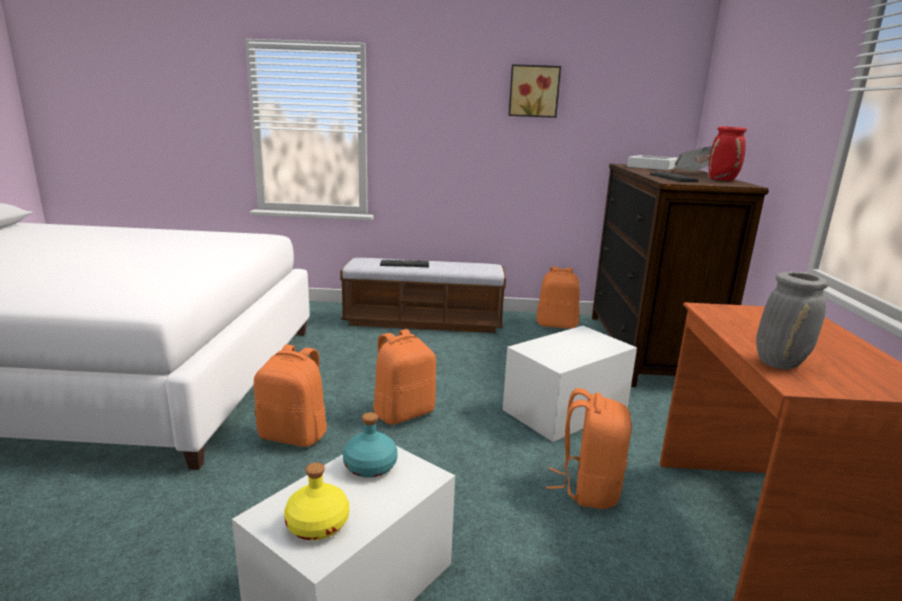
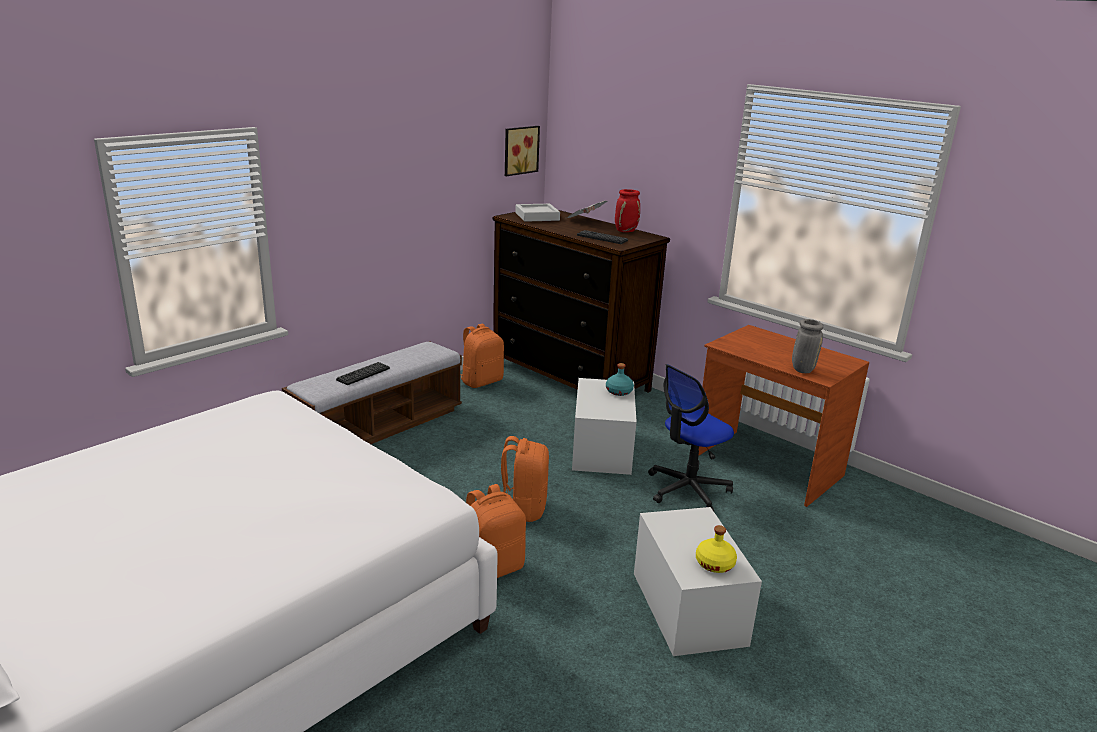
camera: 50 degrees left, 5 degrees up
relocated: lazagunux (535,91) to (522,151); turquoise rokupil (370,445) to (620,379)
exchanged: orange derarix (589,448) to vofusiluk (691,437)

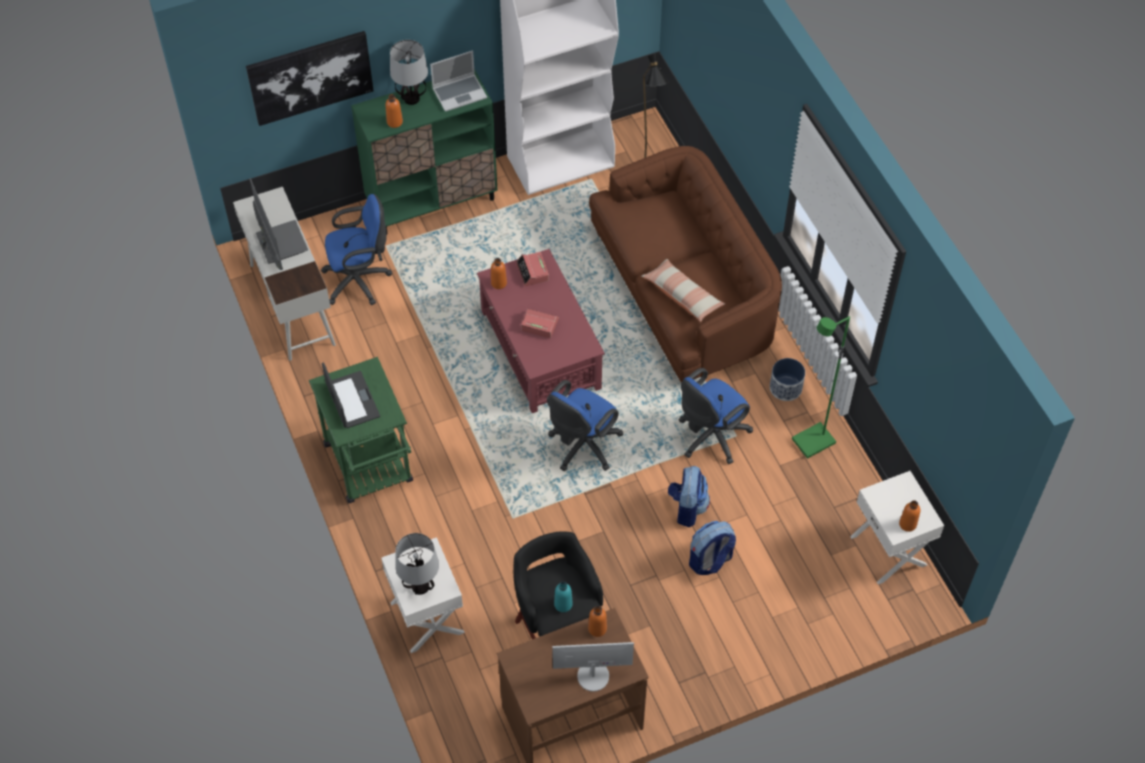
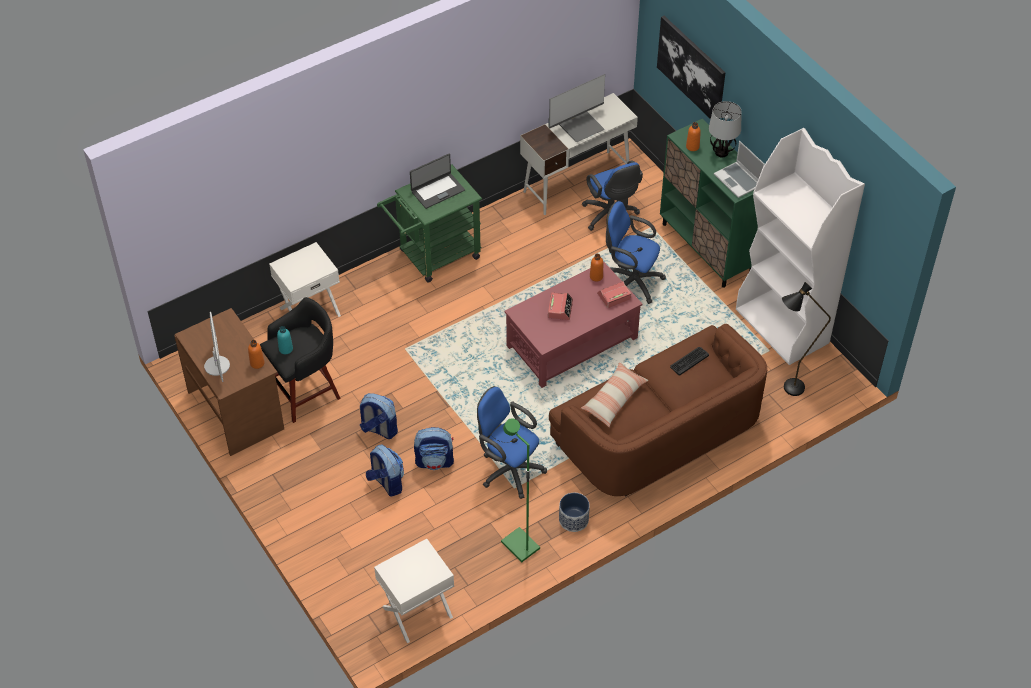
camera: 80 degrees right, 5 degrees down
missing: orange rokupil (909,516); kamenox (417,564)
appeared: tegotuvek (689,361); derarix (378,416)
relocated: blue vofusiluk (585,425) to (636,252)

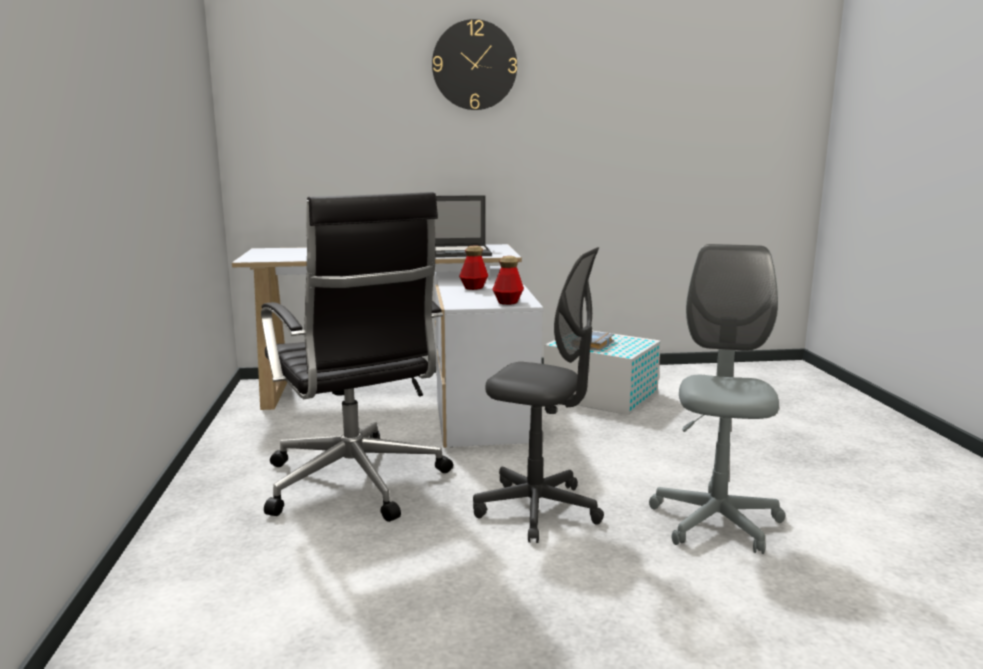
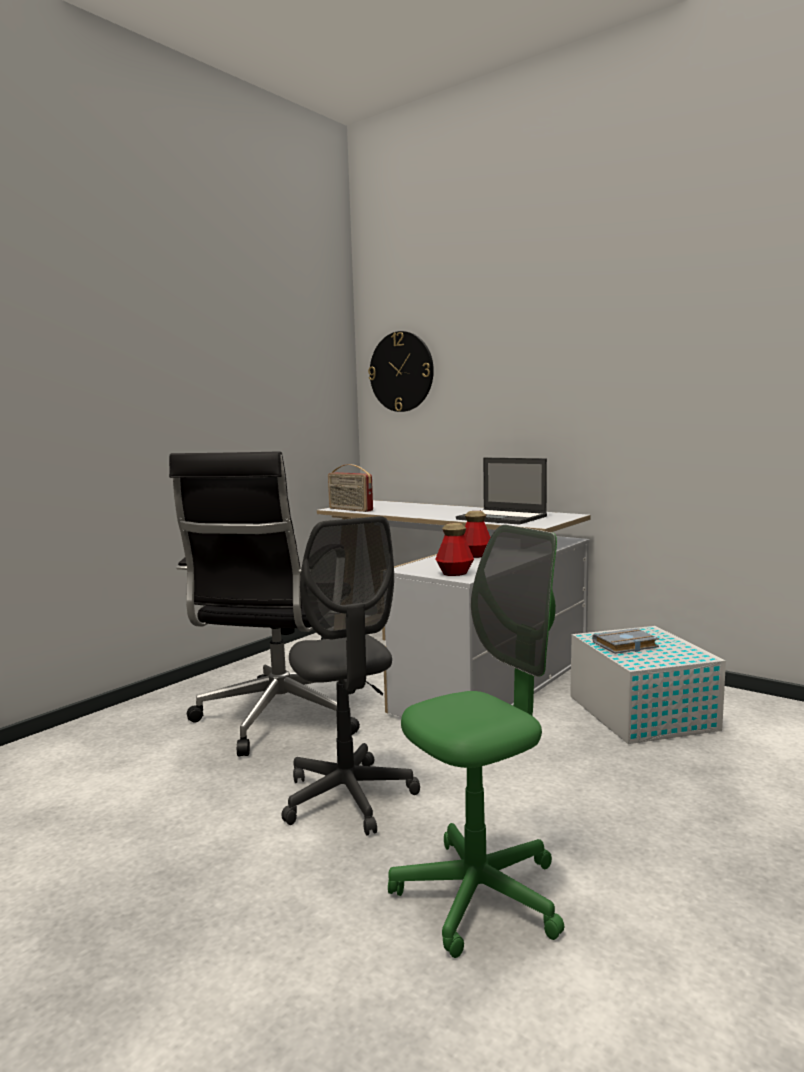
camera: 45 degrees right, 5 degrees down
appeared: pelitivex (350,488)
relocated: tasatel (474,64) to (401,371)
colour: grey vofusiluk (717,399) to green vofusiluk (476,741)

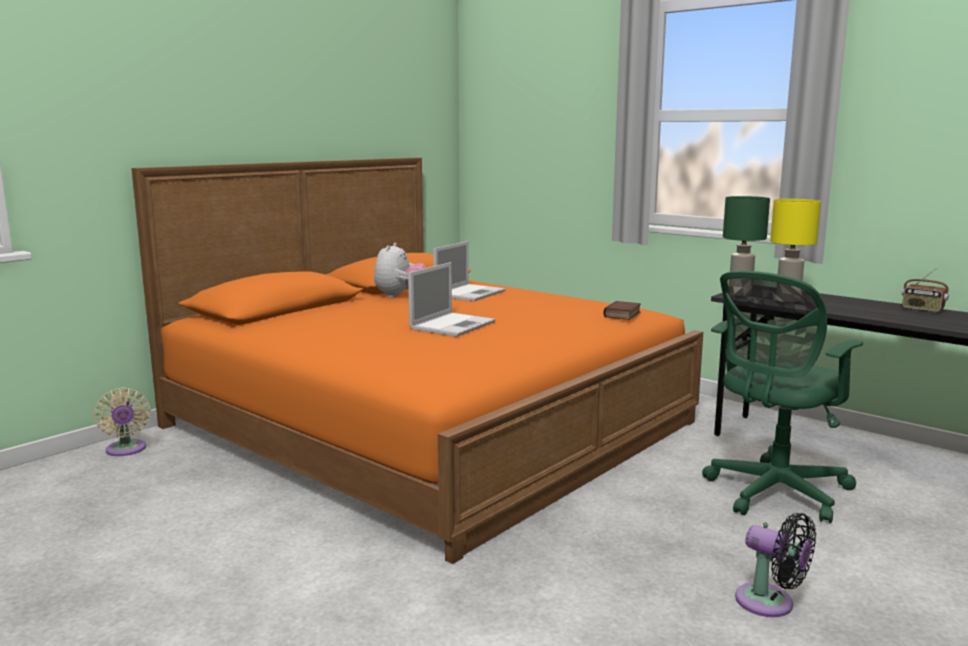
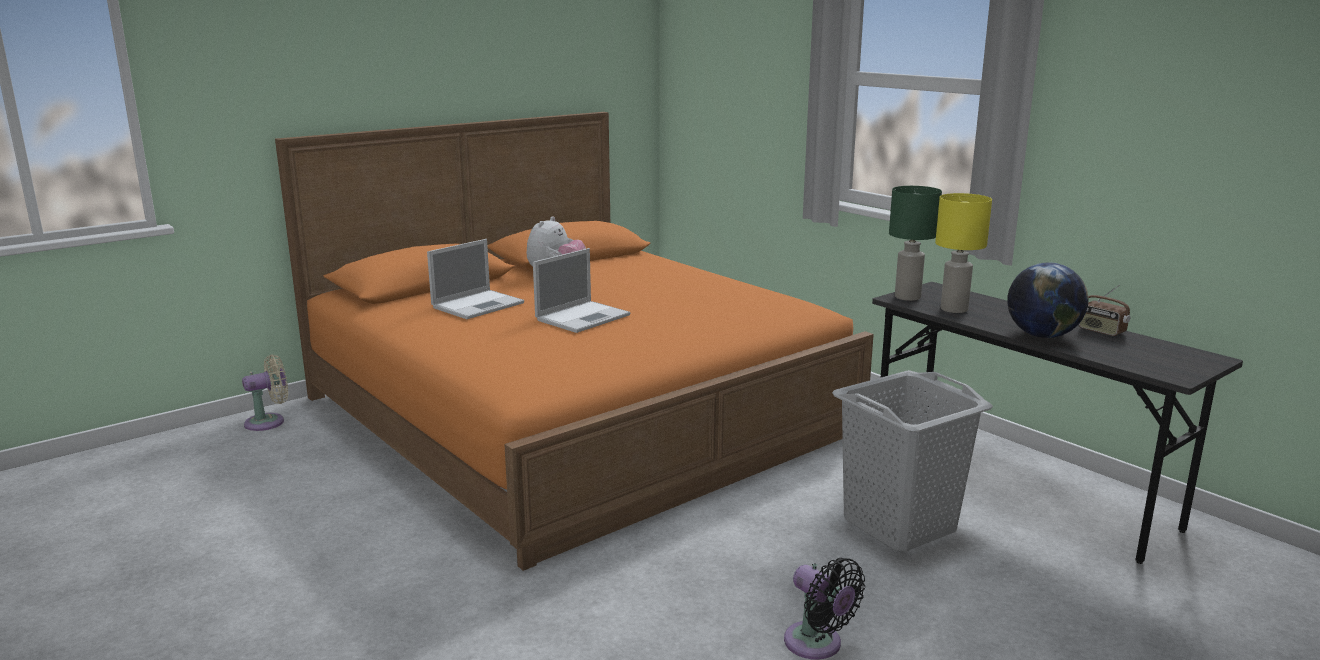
camera: 10 degrees right, 5 degrees up
missing: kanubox (622,310)
appeared: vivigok (1048,300)
relocated: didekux (469,271) to (475,279)
exchanged: green vofusiluk (782,397) to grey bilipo (912,461)
spun: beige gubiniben (122,421) = (265,392) 105 degrees counterclockwise

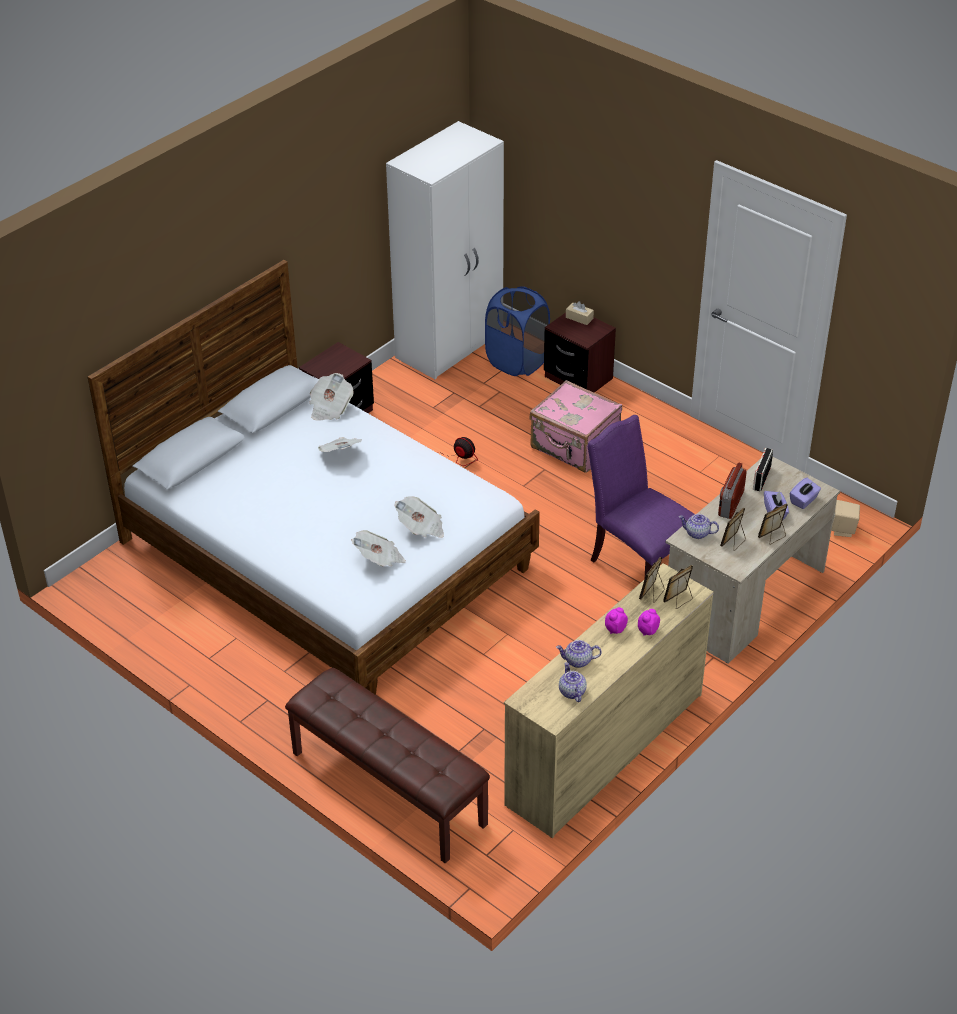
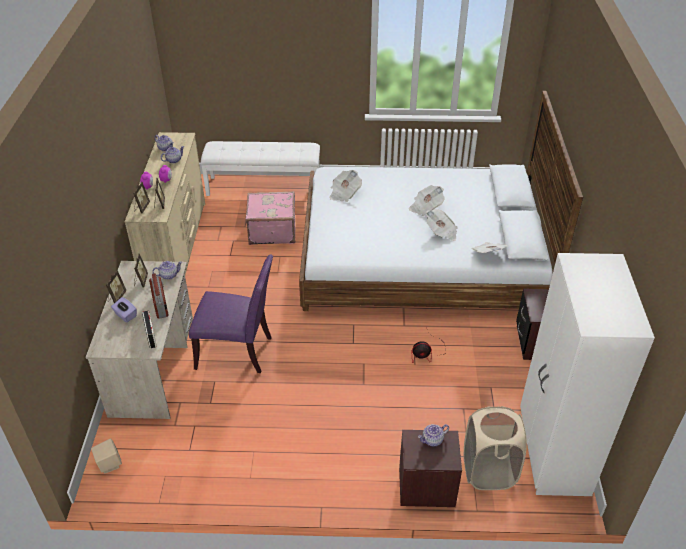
camera: 140 degrees right, 0 degrees up
missing: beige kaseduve (580,313); purple kaseduve (805,493)
appeared: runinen (433,435)
relocated: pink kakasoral (575,426) to (270,218); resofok (419,517) to (427,200)
colour: blue bilipo (517,331) to beige bilipo (495,448); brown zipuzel (387,765) to white zipuzel (260,168)

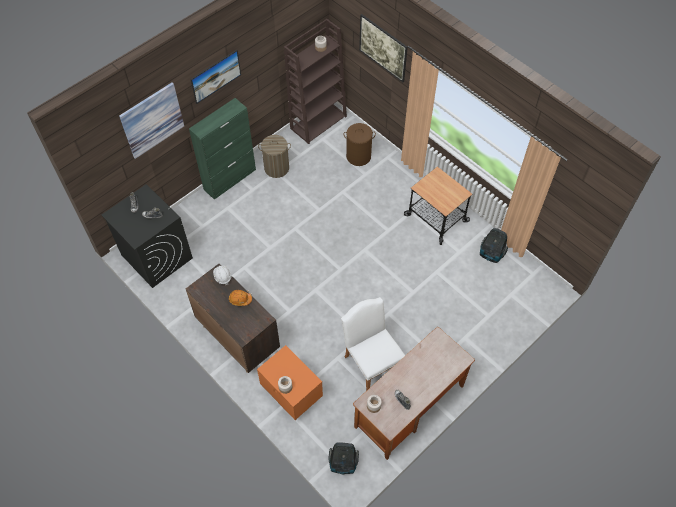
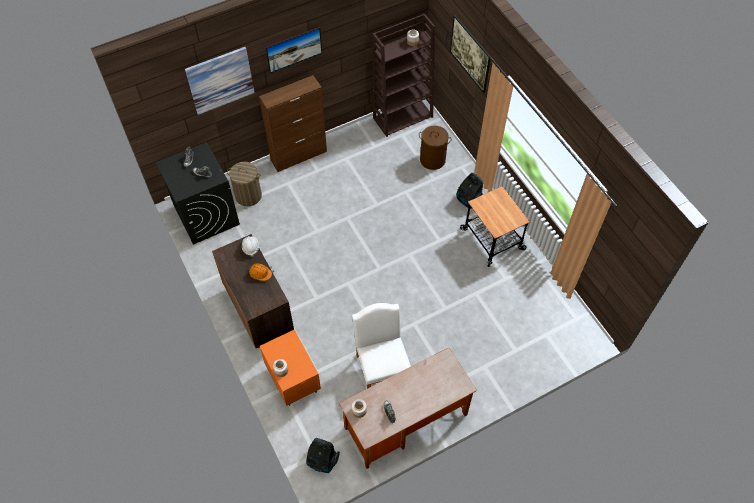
camera: 15 degrees right, 0 degrees up
relocated: bilipo (274,156) to (244,184); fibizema (494,245) to (470,191)
colour: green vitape (222,149) to brown vitape (293,123)

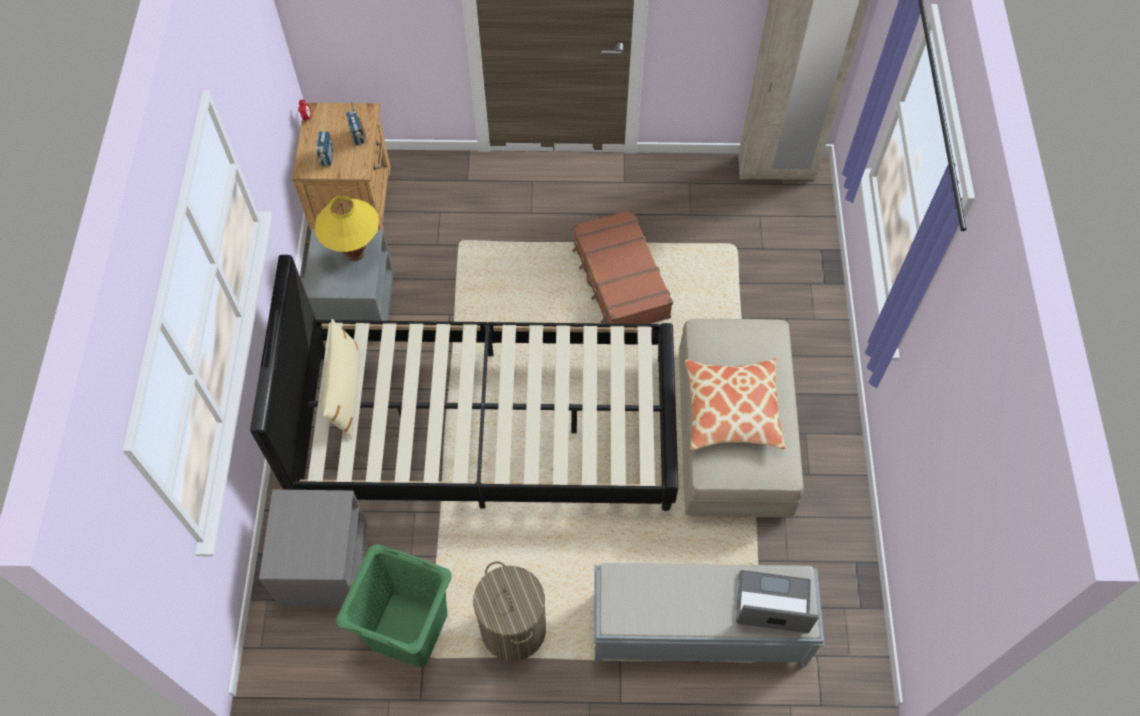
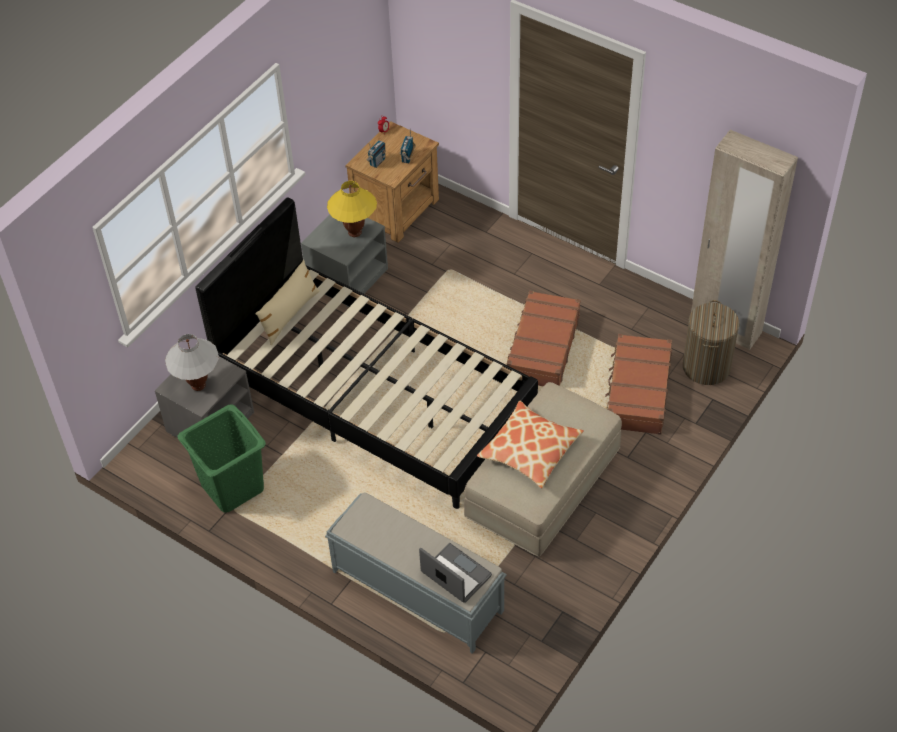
camera: 35 degrees right, 10 degrees down
appeared: white kamenox (192,362); brown kakasoral (638,384)
relocated: bilipo (509,611) to (711,342)

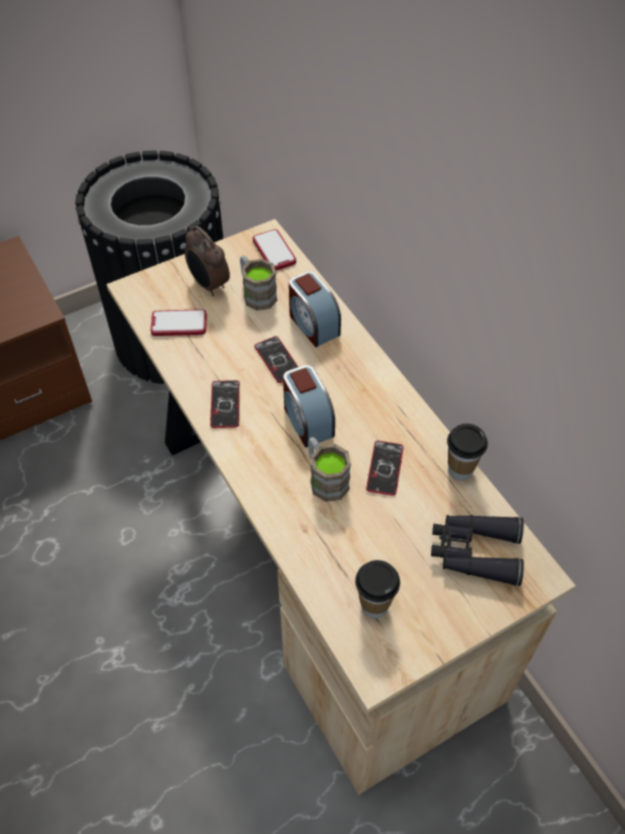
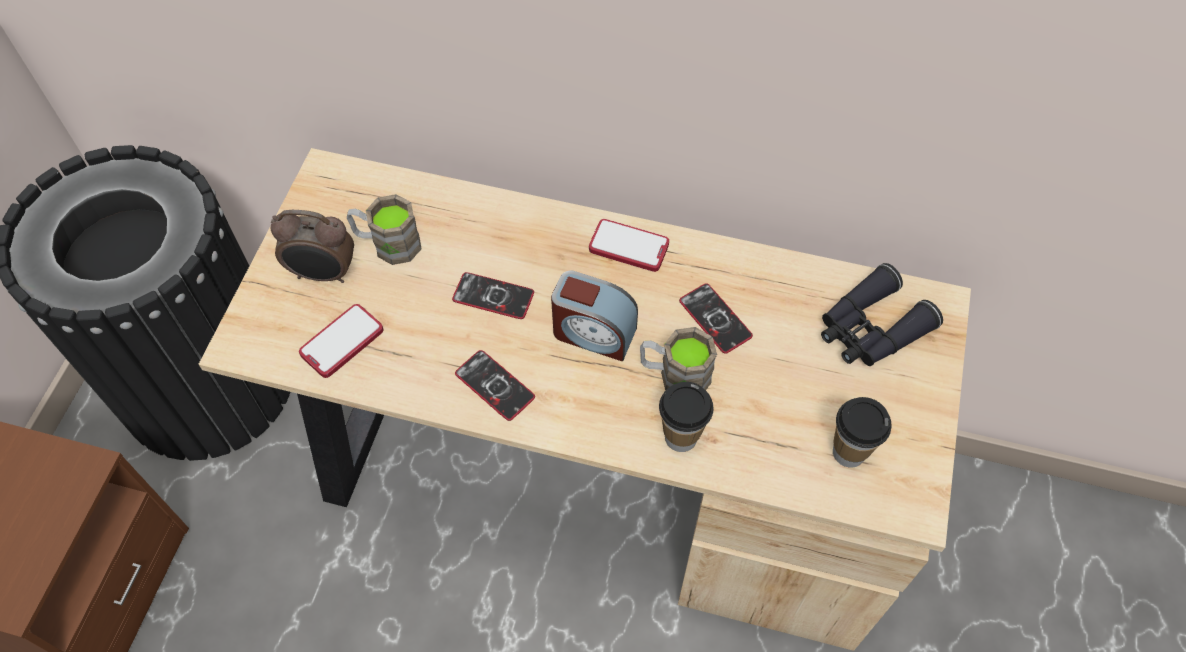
camera: 45 degrees left, 5 degrees up
missing: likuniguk (315,309)
relocated: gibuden (274,250) to (629,245); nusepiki (467,452) to (686,417)

